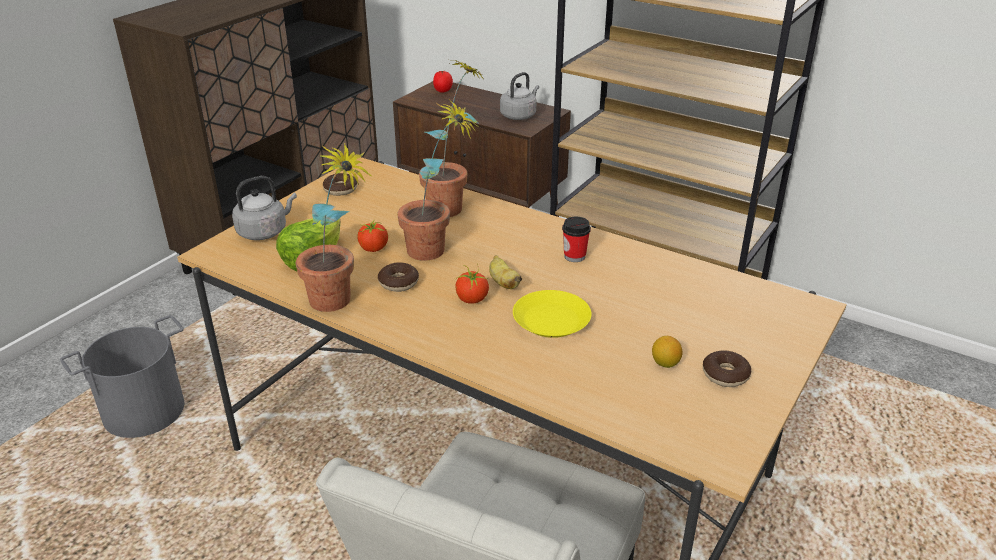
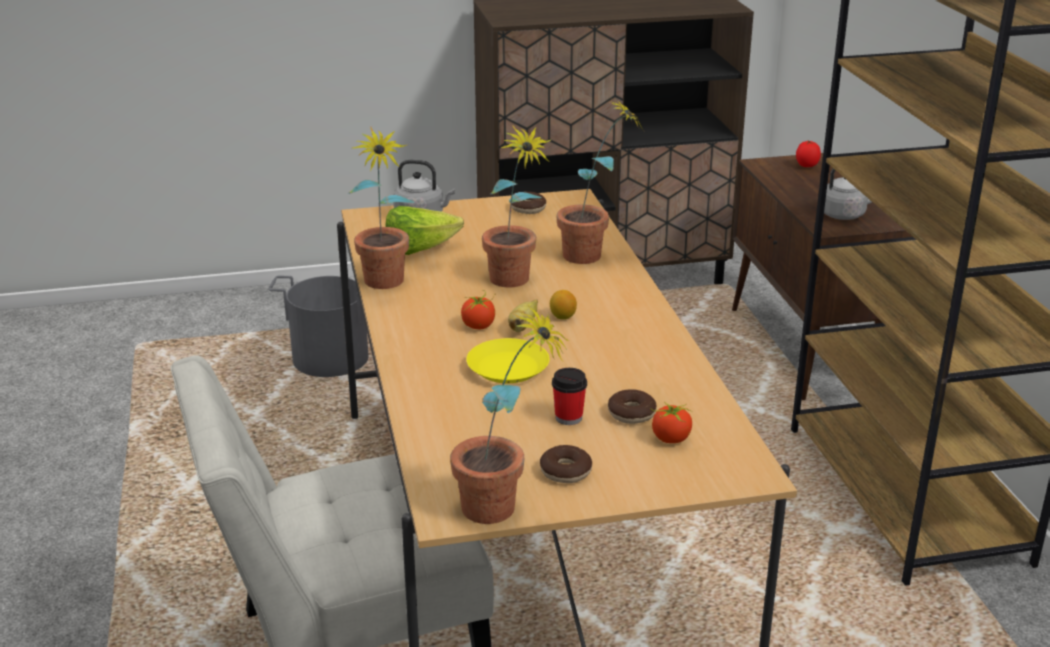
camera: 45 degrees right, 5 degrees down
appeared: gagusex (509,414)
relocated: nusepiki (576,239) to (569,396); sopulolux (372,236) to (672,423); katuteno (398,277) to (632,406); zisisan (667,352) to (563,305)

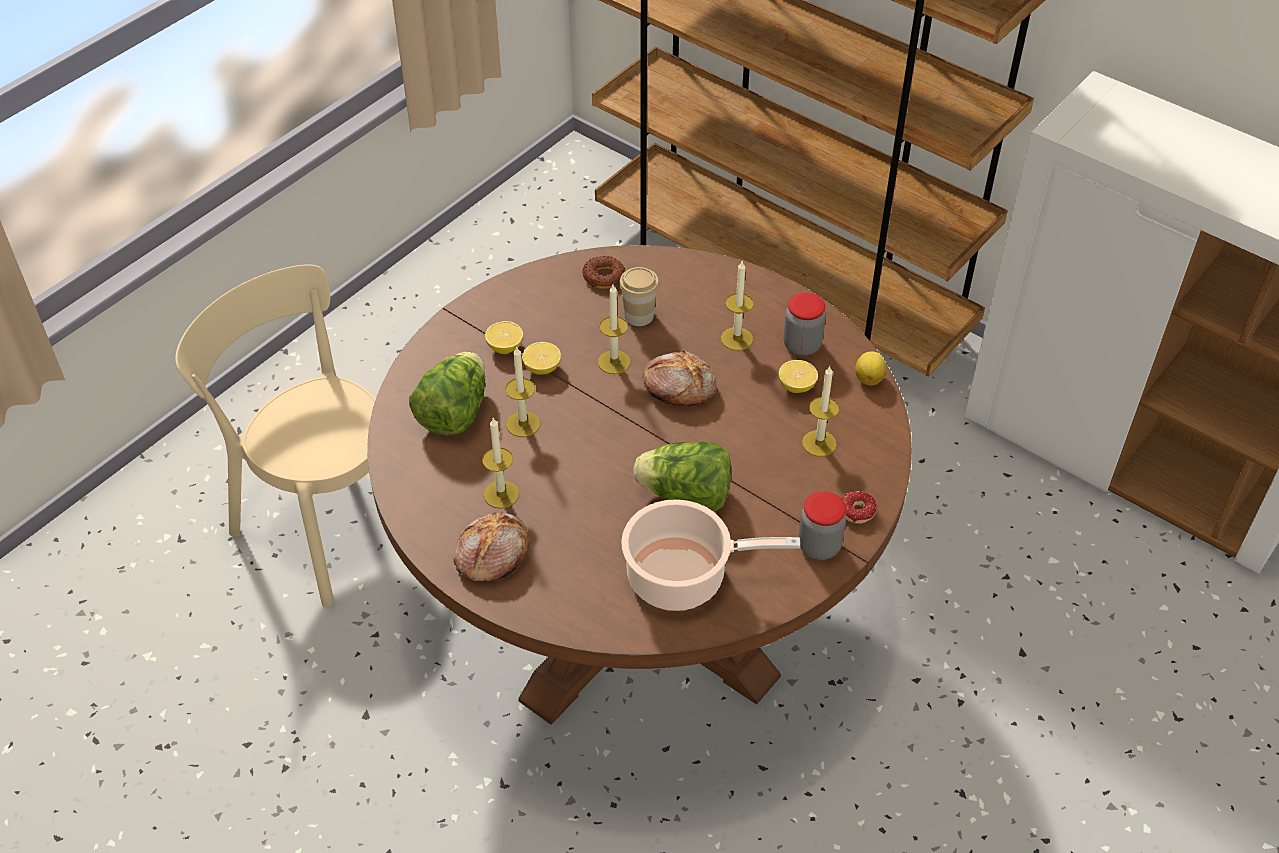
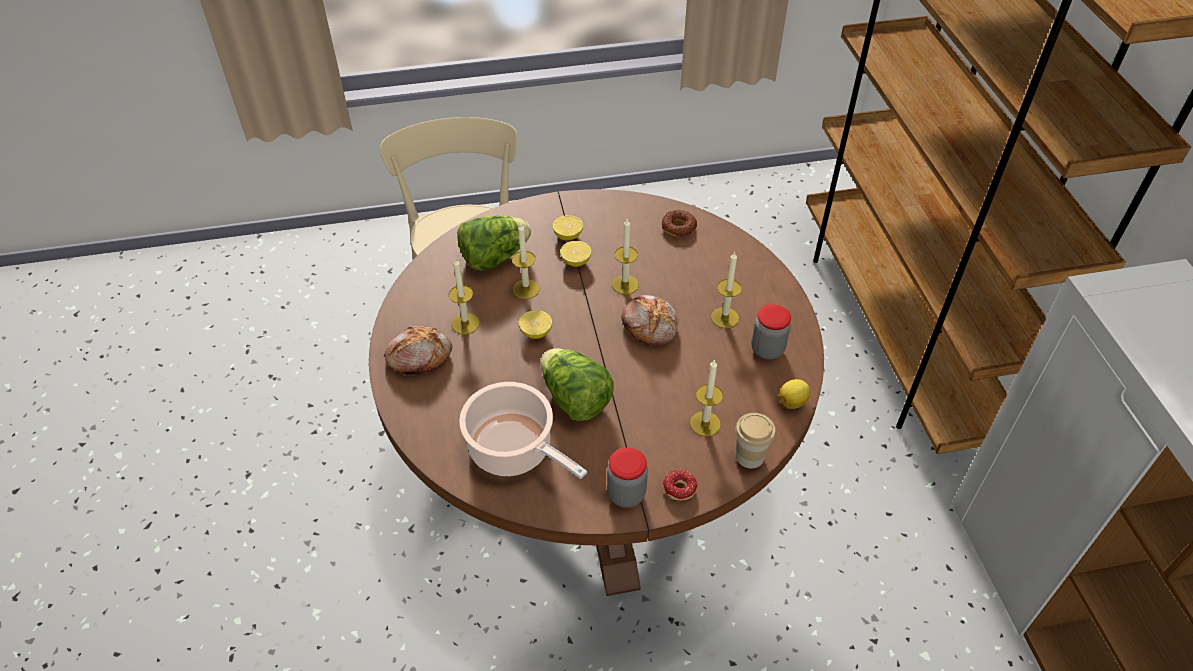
camera: 40 degrees right, 0 degrees up
relocated: nusepiki (639,296) to (755,441); zisisan (798,376) to (535,324)

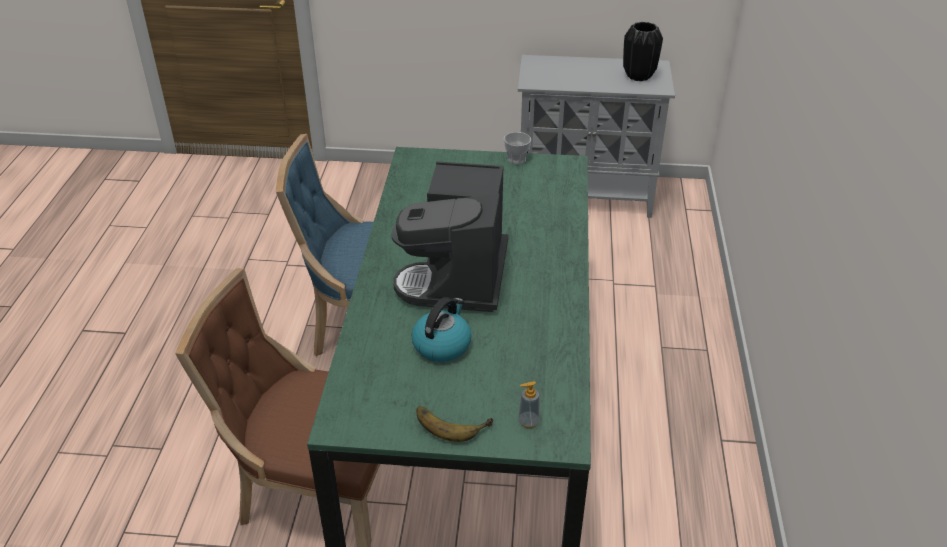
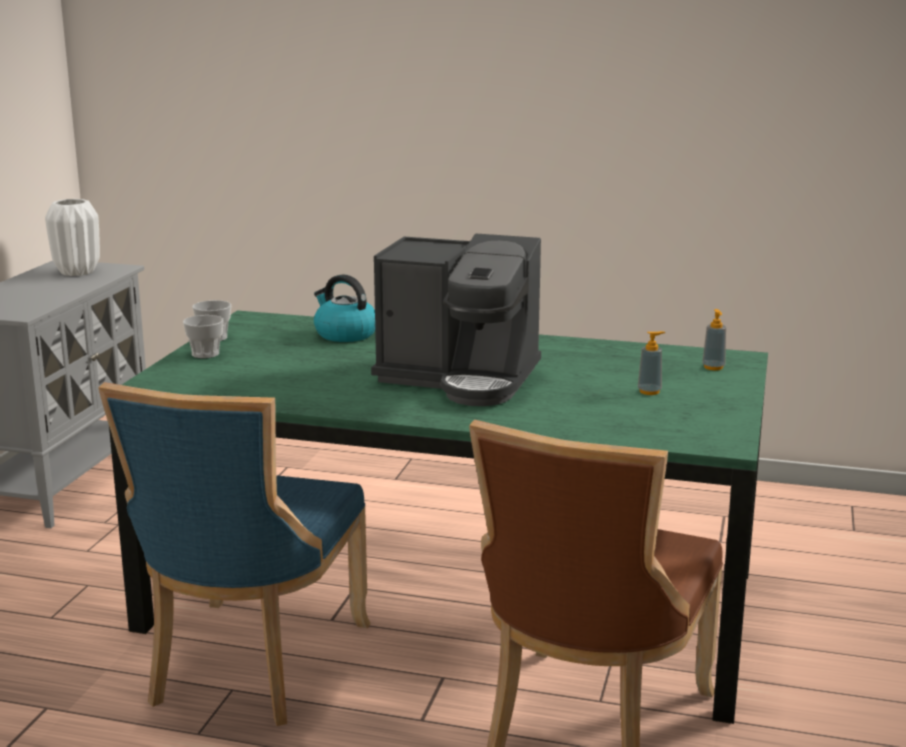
camera: 80 degrees left, 20 degrees down
missing: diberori (455,424)
appeared: nusepiki (203,336); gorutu (651,363)
relocated: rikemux (441,329) to (344,308)
colour: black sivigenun (643,51) to white sivigenun (72,237)

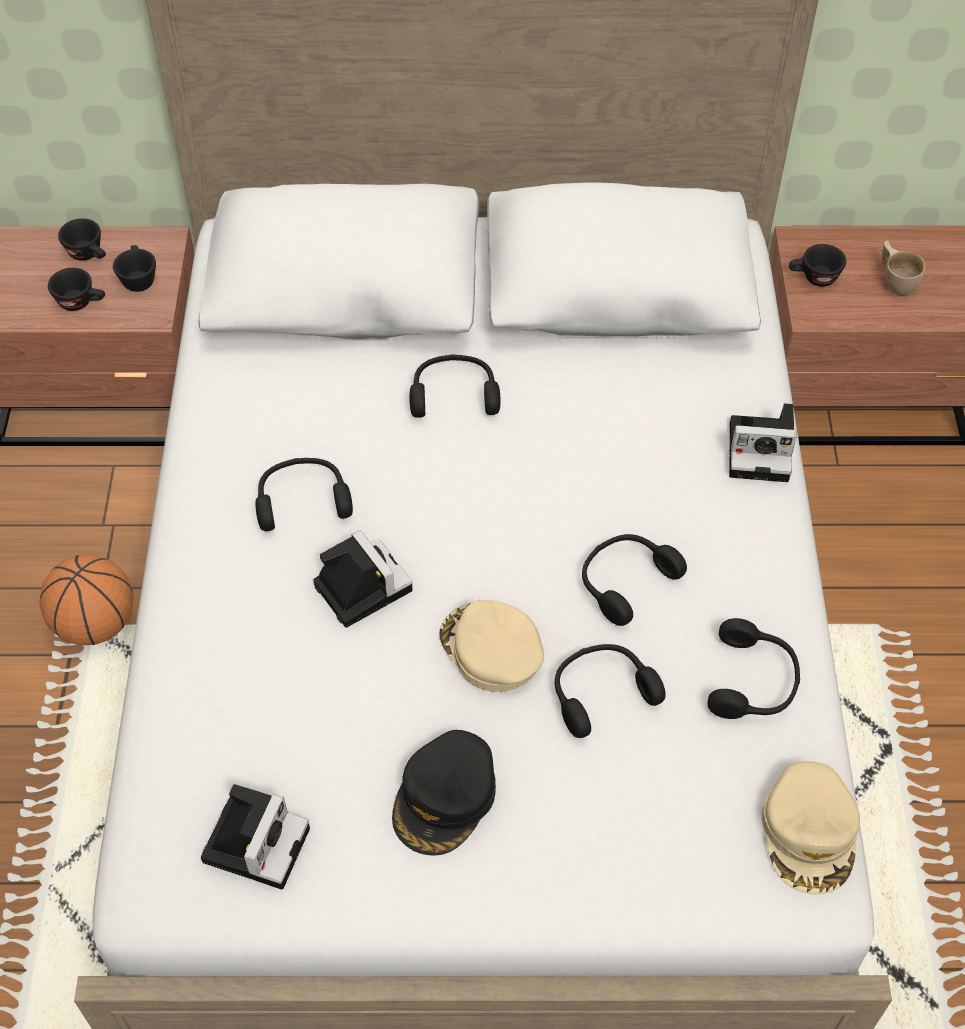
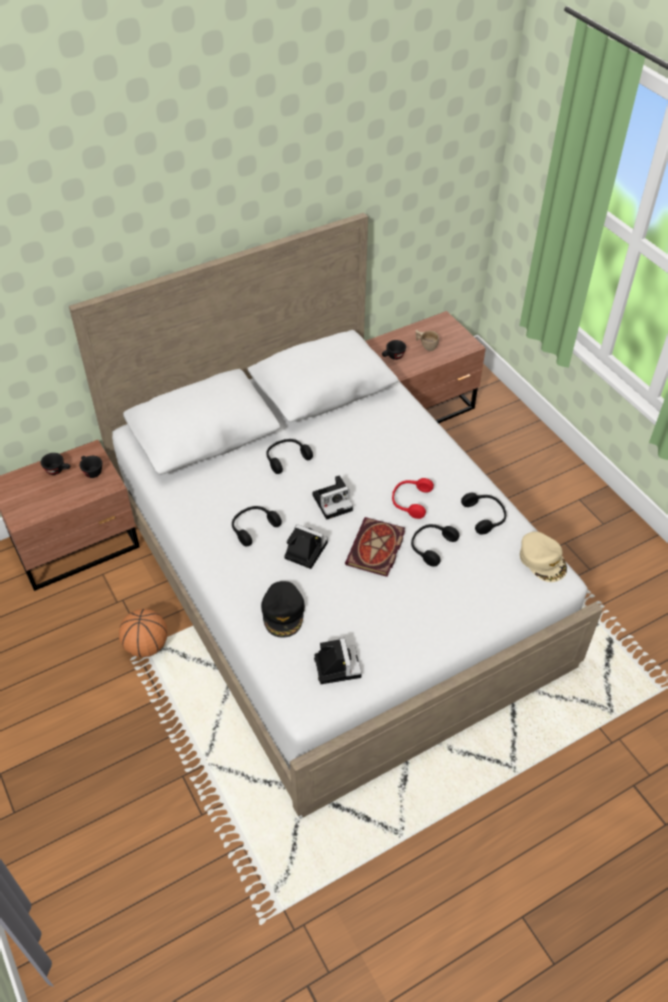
camera: 30 degrees left, 5 degrees down
missing: black nusepiki (76,289)
relocated: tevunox (762,442) to (332,497); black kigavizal (444,793) to (283,609)
exchanged: beige kigavizal (491,645) to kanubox (375,547)
colour: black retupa (634,580) to red retupa (413,498)

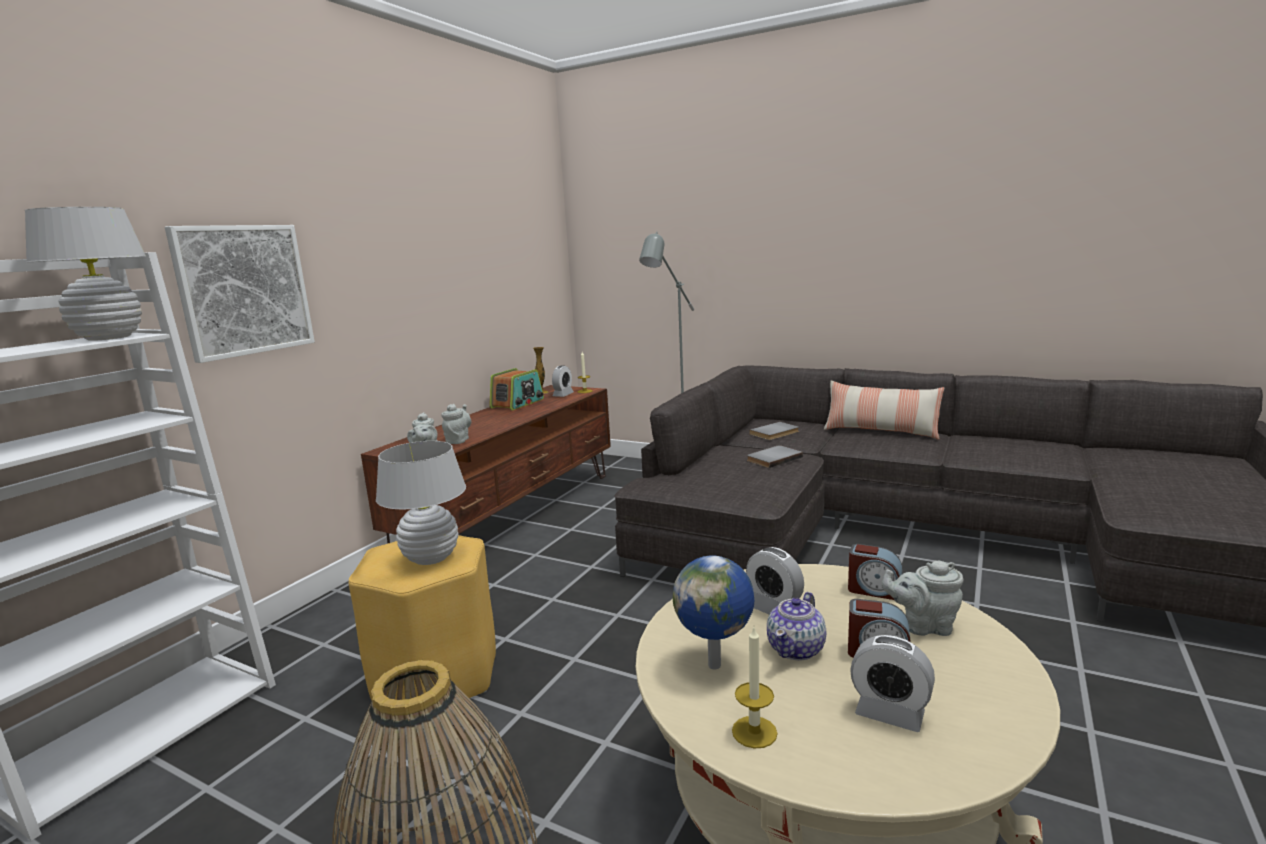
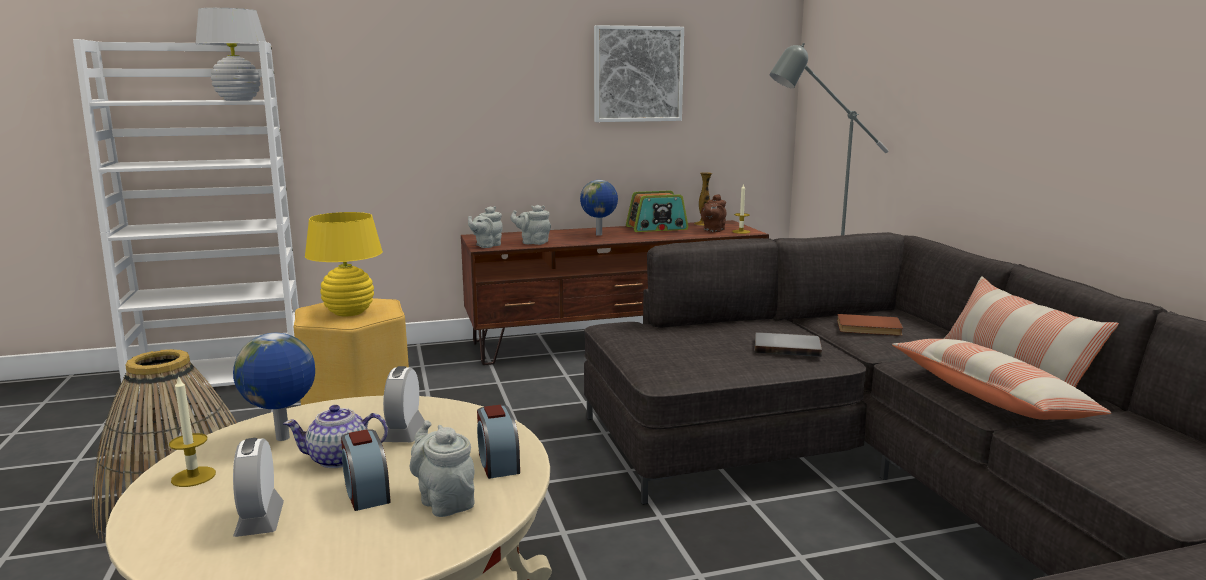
camera: 45 degrees right, 0 degrees up
appeared: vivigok (599,208); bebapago (1001,379)
relocated: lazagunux (240,294) to (639,73)
exchanged: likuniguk (563,381) to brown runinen (714,213)
colour: grey kanubox (774,431) to brown kanubox (870,325); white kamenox (421,503) to yellow kamenox (344,264)
spun: grey runinen (456,424) = (530,225) 135 degrees counterclockwise

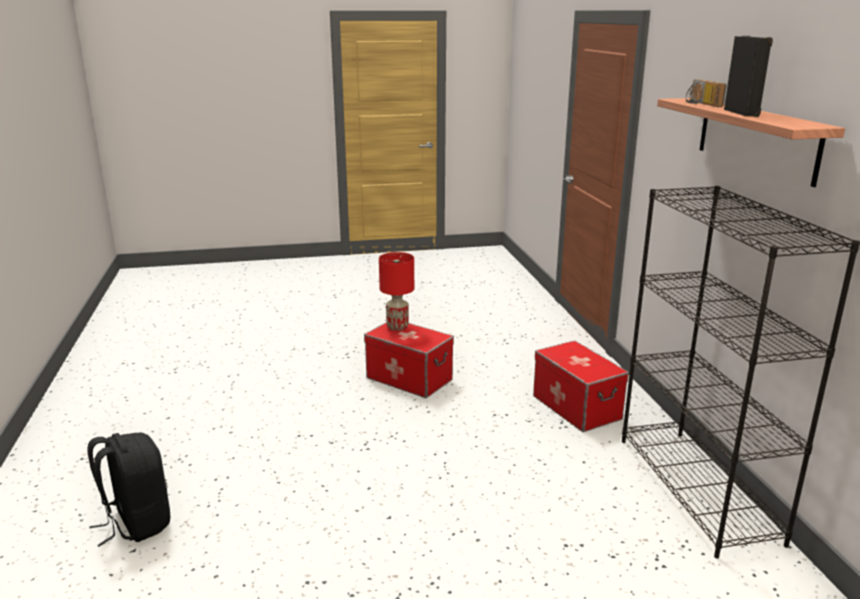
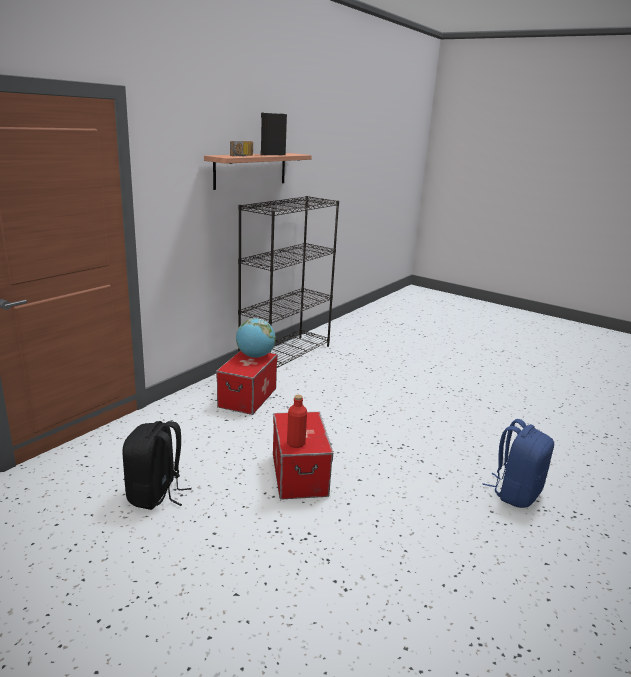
camera: 135 degrees left, 0 degrees up
appeared: vivigok (256,338); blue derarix (518,463)
relocated: black derarix (128,490) to (157,465)
exchanged: red kamenox (396,291) to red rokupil (297,421)

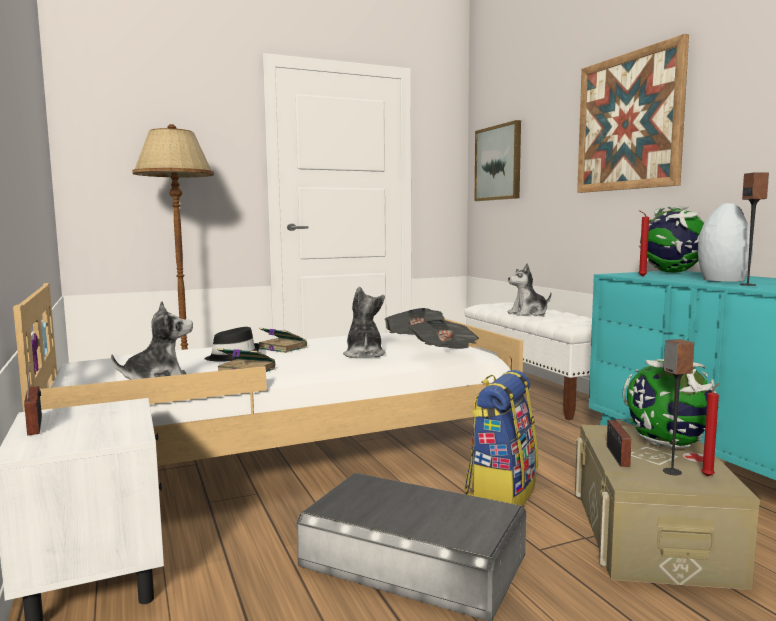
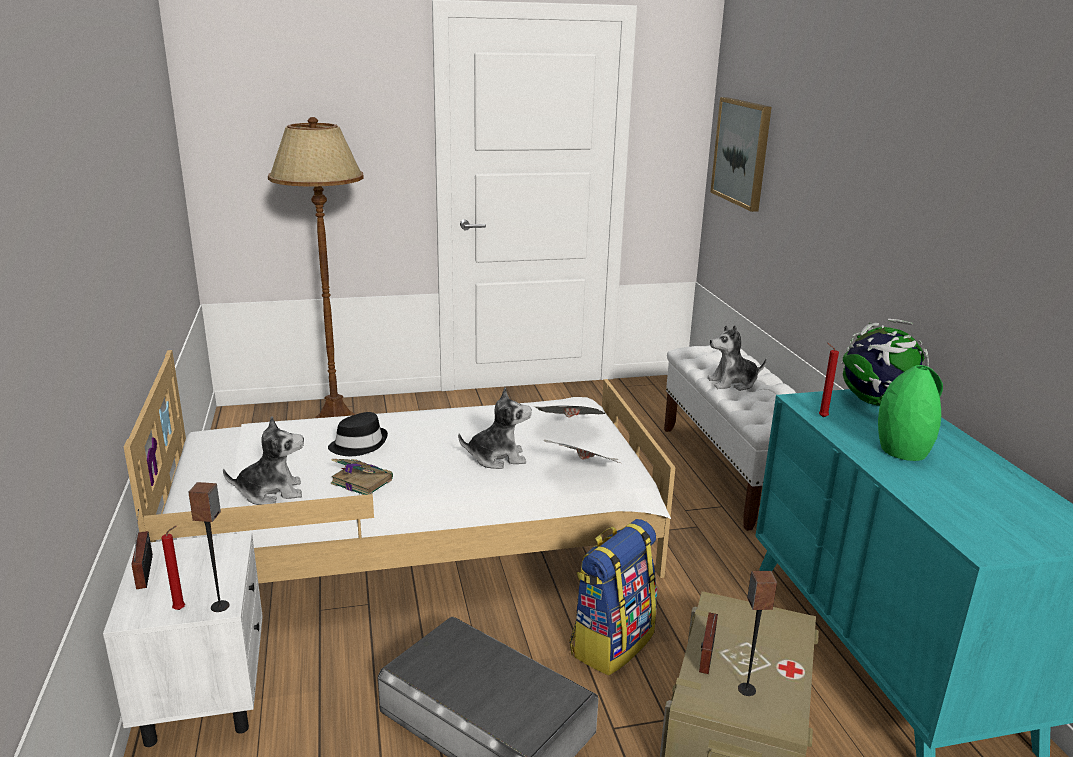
camera: 10 degrees right, 15 degrees up
missing: lazagunux (633,113); kanubox (283,340); vivigok (670,403)
relocated: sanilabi (754,229) to (209,547); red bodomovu (710,430) to (173,568)
colour: grey sivigenun (725,242) to green sivigenun (910,413)
spun: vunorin (364,322) = (495,428) 75 degrees clockwise

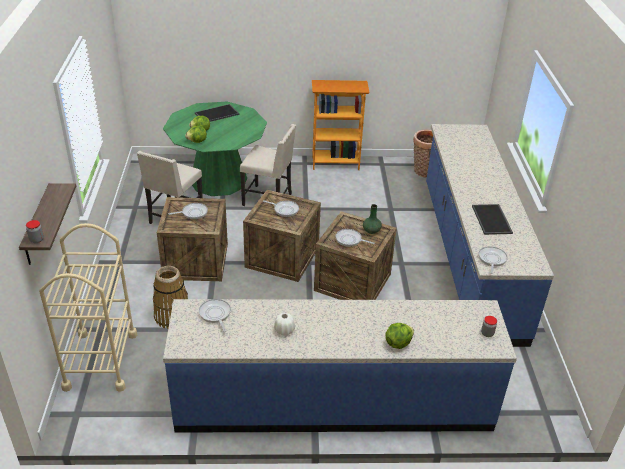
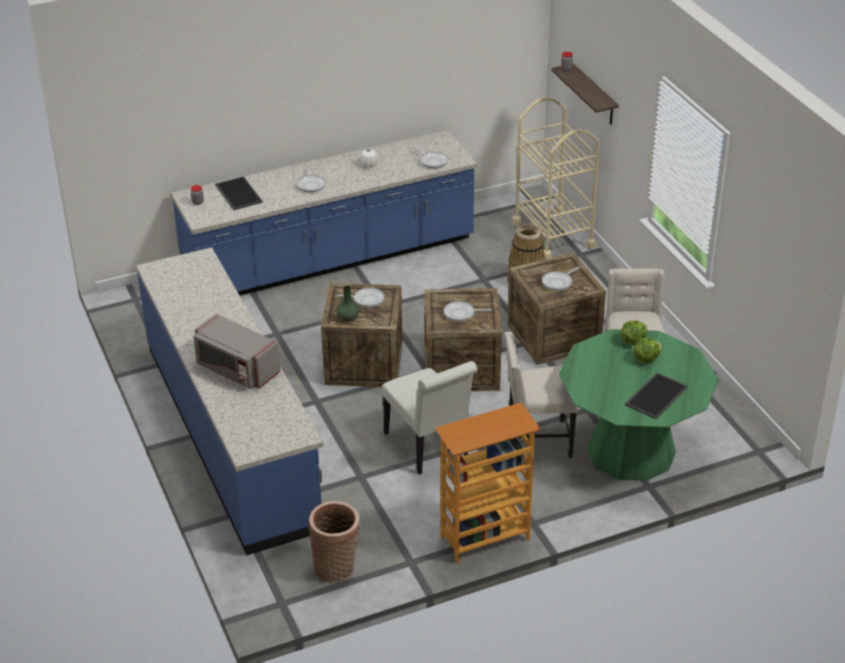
camera: 160 degrees right, 0 degrees up
missing: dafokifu (399,336)
appeared: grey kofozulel (236,351); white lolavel (430,418)
relocated: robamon (492,219) to (239,193); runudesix (493,260) to (311,179)

